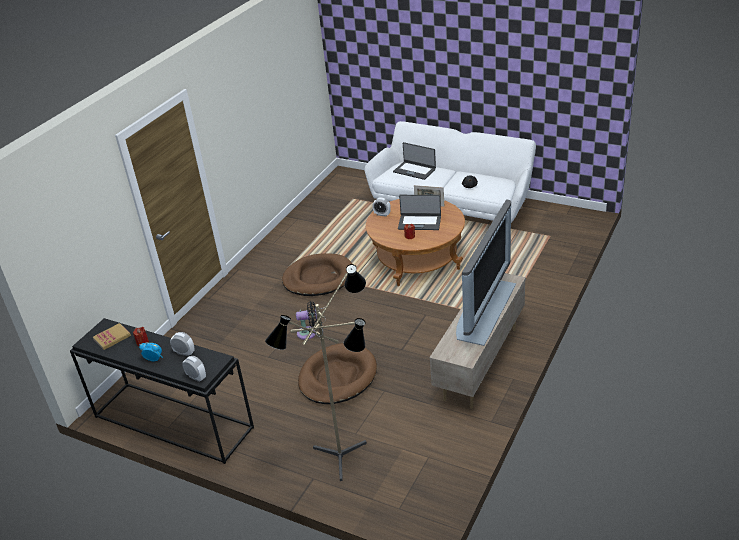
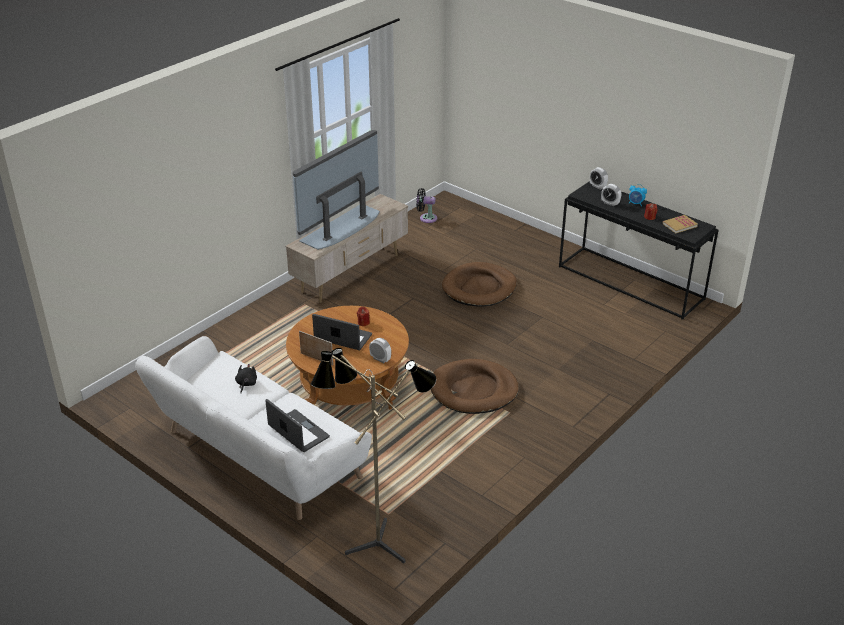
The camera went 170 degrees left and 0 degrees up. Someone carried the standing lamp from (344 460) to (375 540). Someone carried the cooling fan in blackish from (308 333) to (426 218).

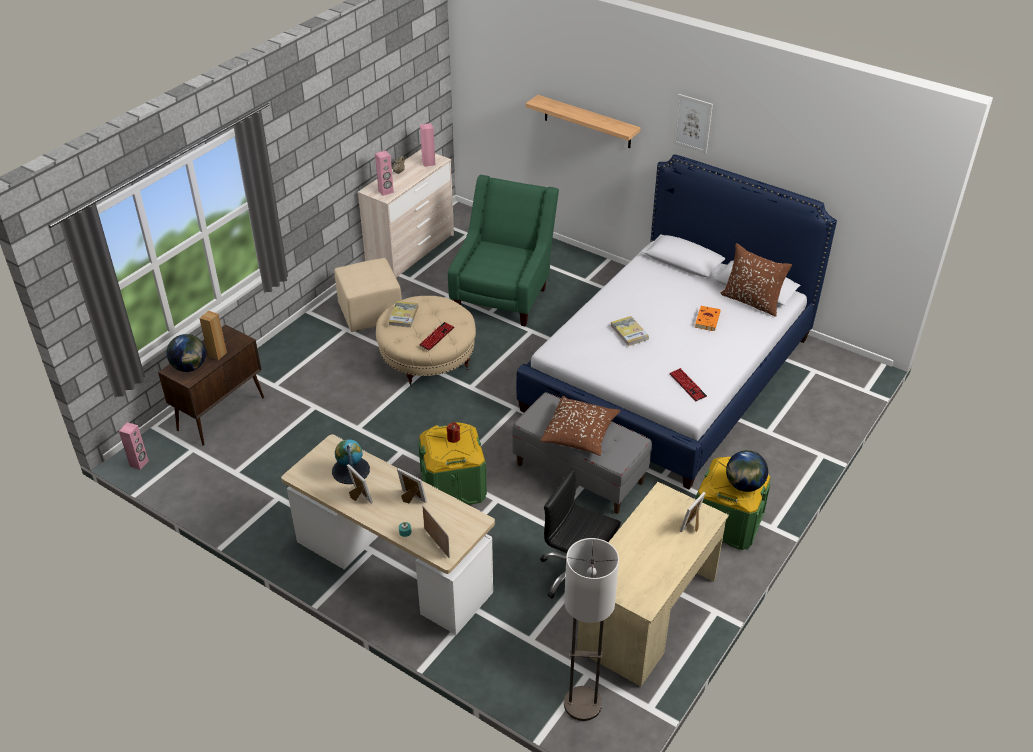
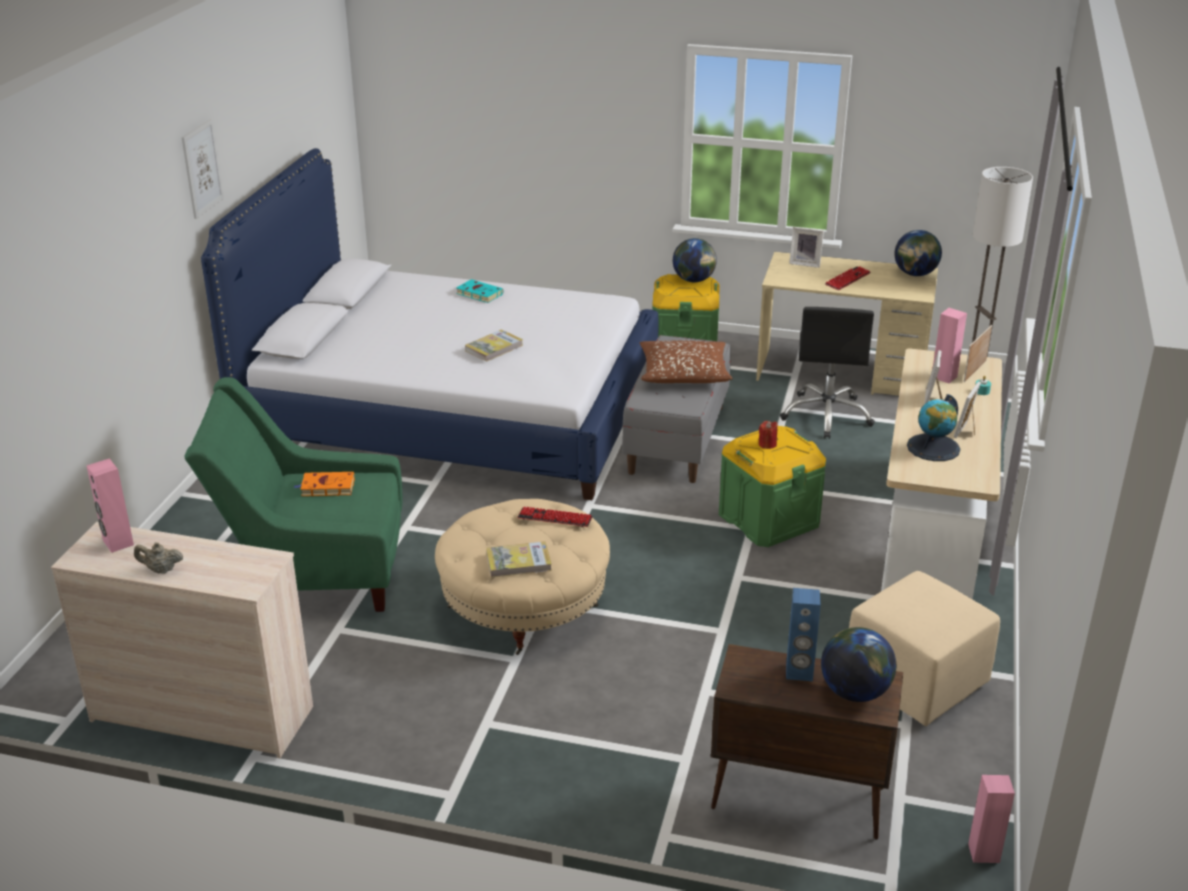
The camera went 110 degrees left and 10 degrees down. Someone repainted the audio speaker in brown at (217 354), which became the audio speaker in blue at (799 672). Someone carried the footrest in beige from (371 314) to (916 680). Someone carried the audio speaker in pink from (386 191) to (944 377). Someone took away the shelf at (587 122). Someone carried the PC keyboard from (687 385) to (847 279). Someone carried the book in orange from (707 319) to (326 487). Someone took away the cushion in brown at (751 301). Someone put down the book in turquoise at (478 294). Someone put down the globe at (915 274).

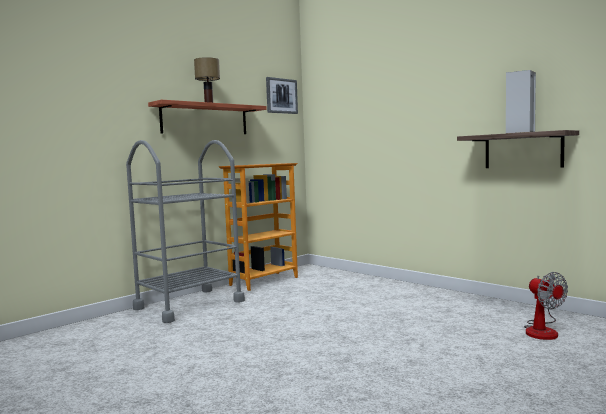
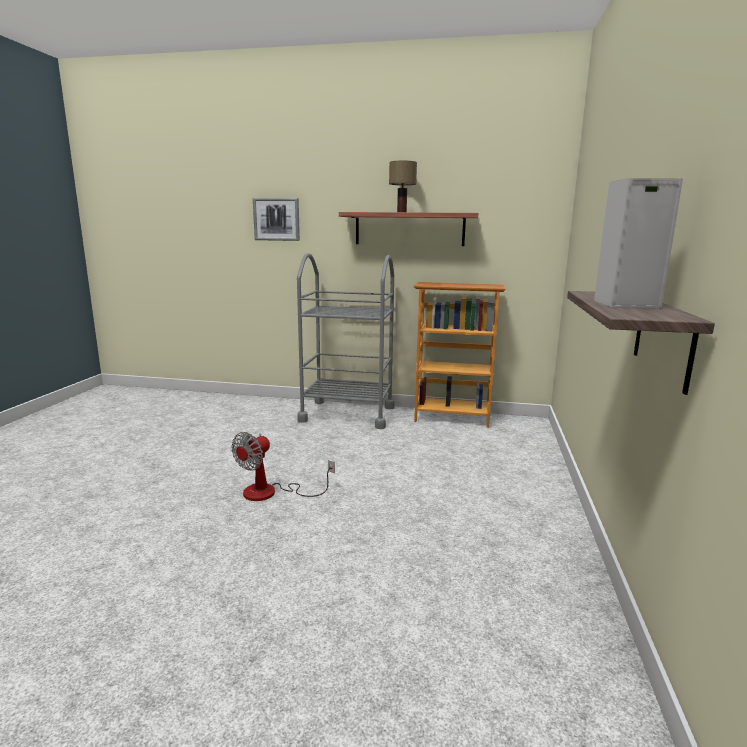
The camera went 55 degrees right and 10 degrees up. Someone carried the picture from (281 96) to (276 219). Someone carried the cooling fan from (542 330) to (271 493).

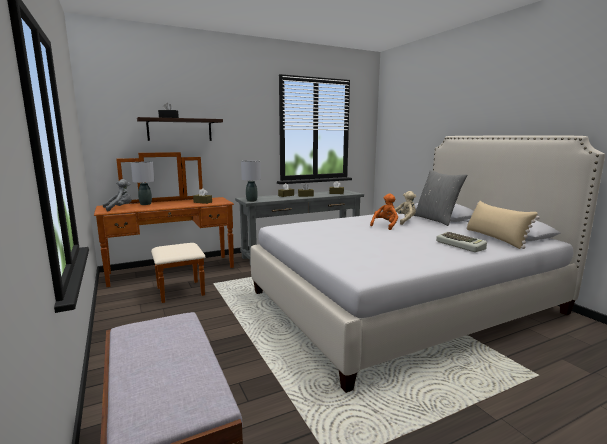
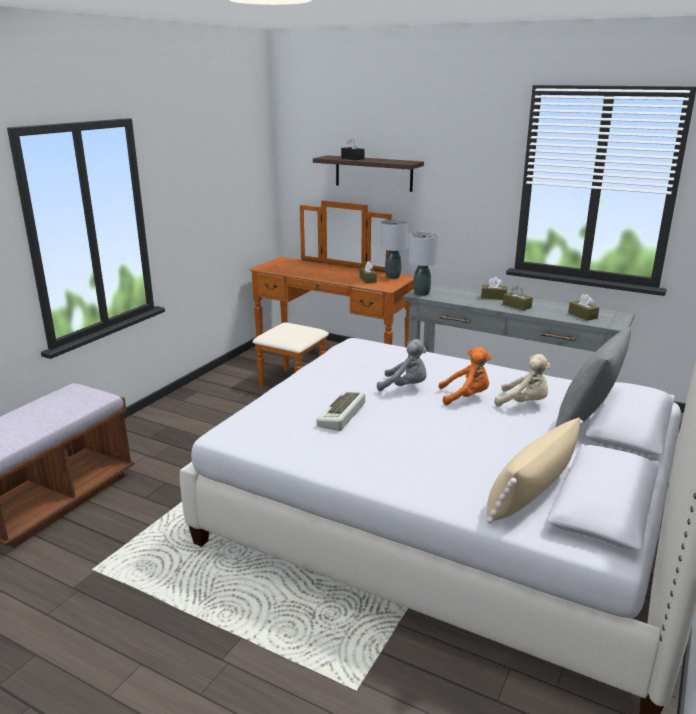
The camera went 55 degrees right and 10 degrees up. Someone carried the cuddly toy in gray from (120 208) to (405 387). Someone carried the tabletop lamp in gray from (145 204) to (392 277). Someone carried the PC keyboard from (461 245) to (343 415).

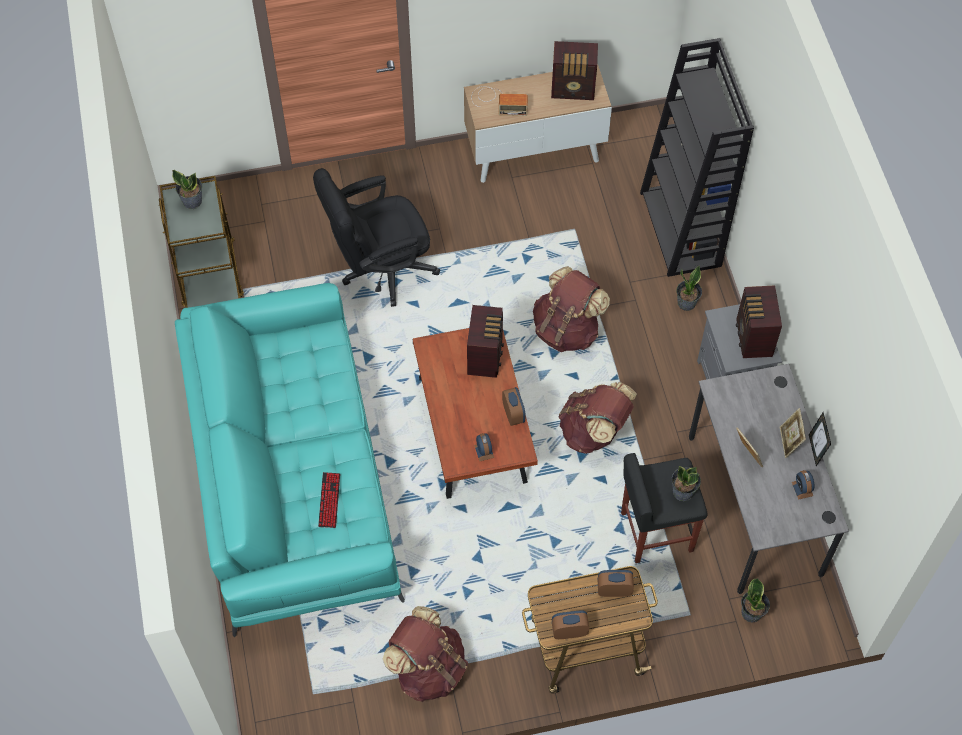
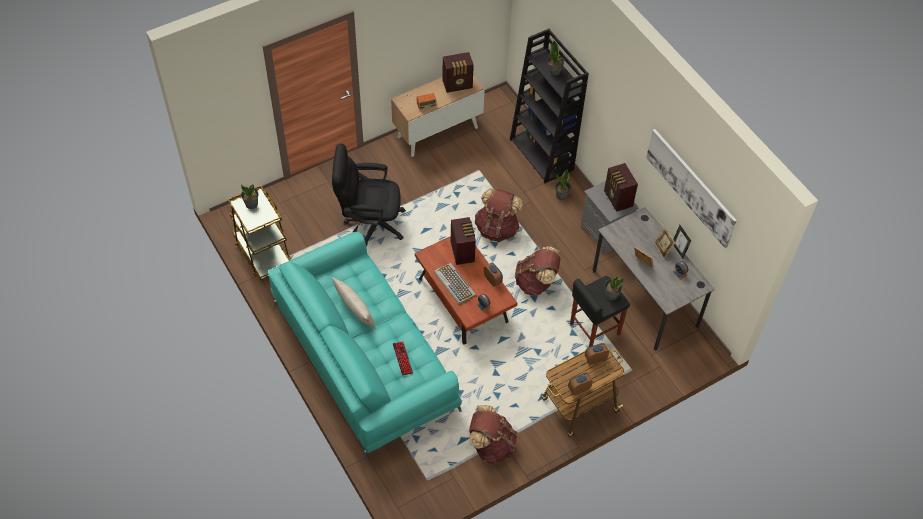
The camera went 20 degrees left and 5 degrees down. Someone rotated the office chair in blackish at (380 270) by 45 degrees clockwise. Someone carried the plant in a pot from (752 613) to (554 71). Someone put down the cushion in beige at (354 310). Someone put down the PC keyboard at (454 283). Someone put up the picture at (691 187).

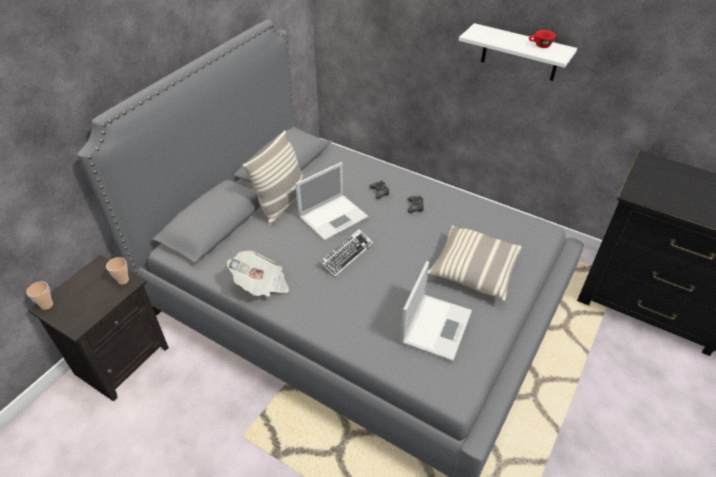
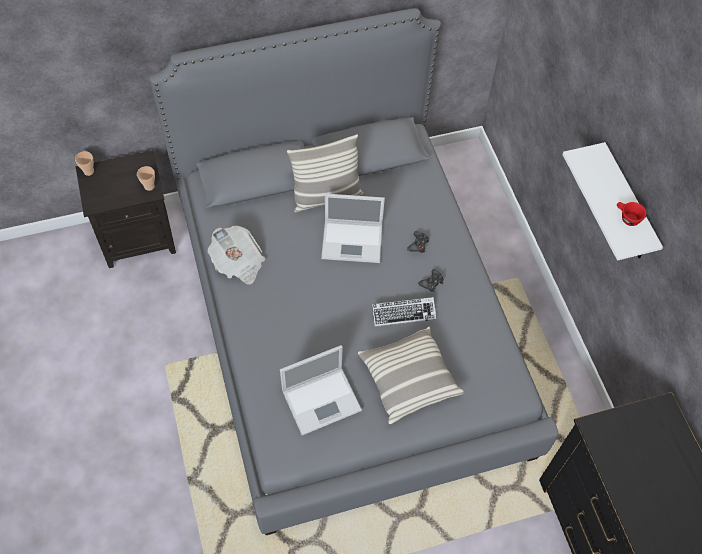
The camera went 40 degrees right and 15 degrees up. Someone carried the PC keyboard from (346 255) to (403 313).

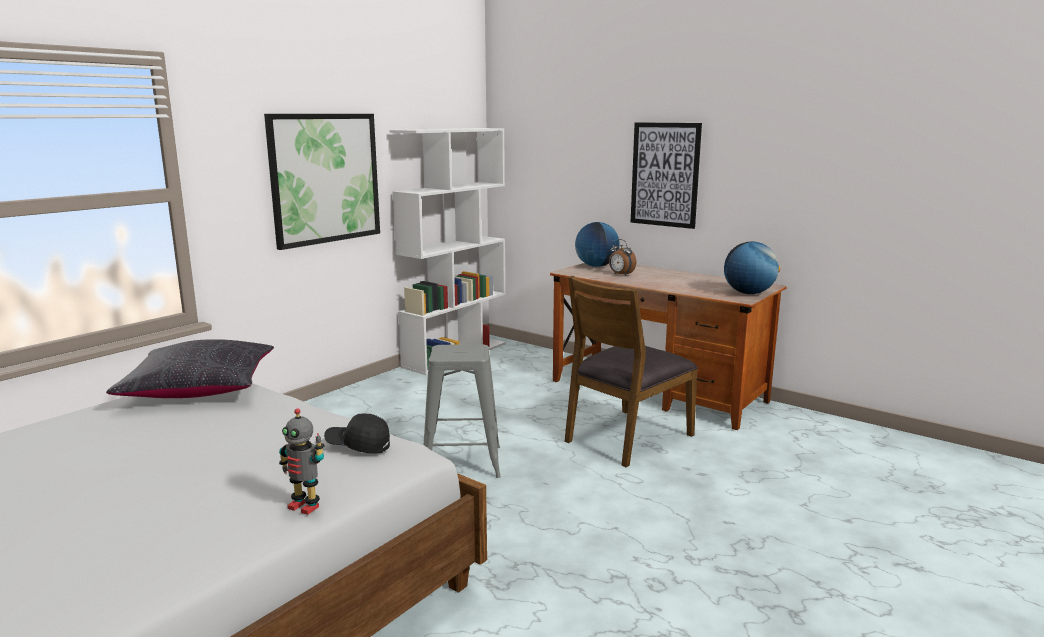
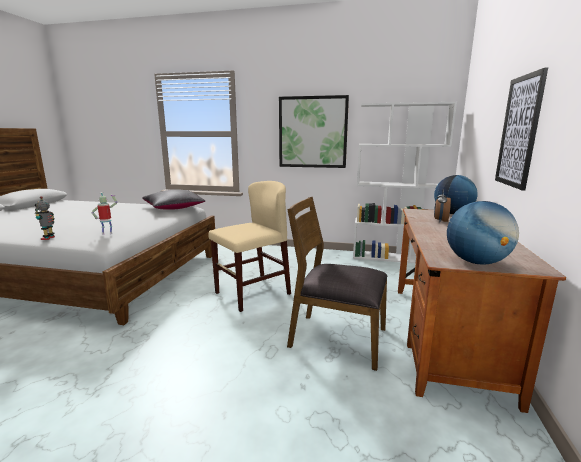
The camera went 65 degrees right and 0 degrees up. Someone swapped the peaked cap in blackish at (358 445) for the robot figure at (108 233). Someone swapped the stool seat in gray at (462 462) for the chair in beige at (252 293).

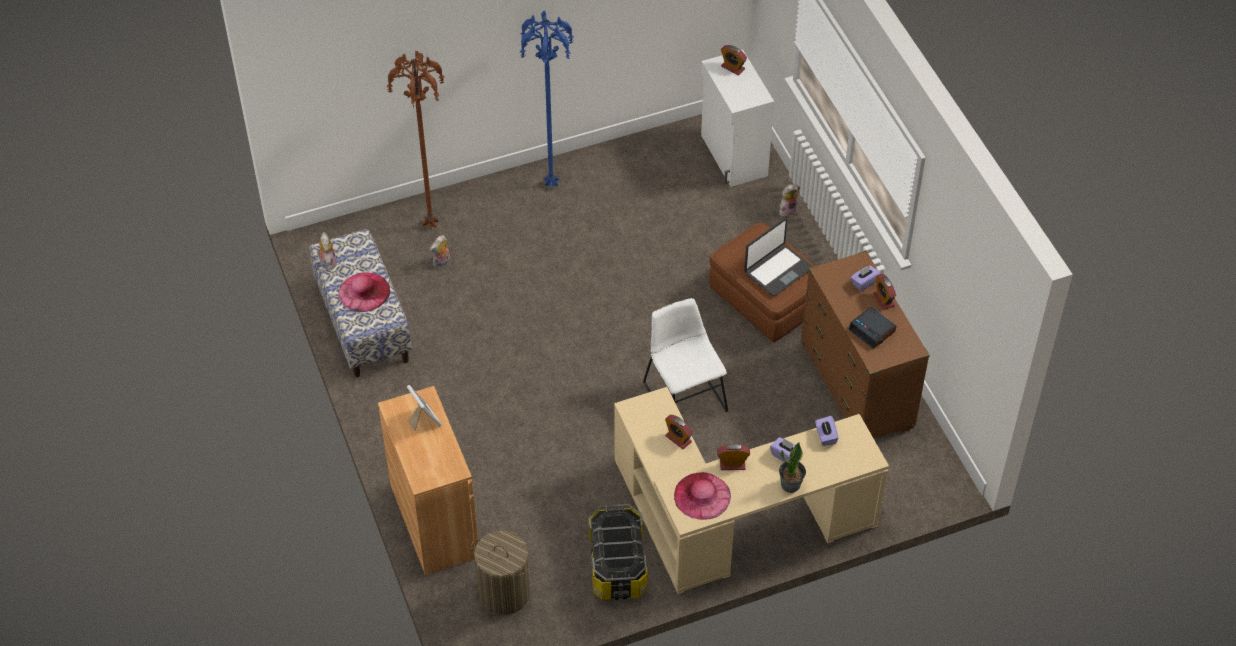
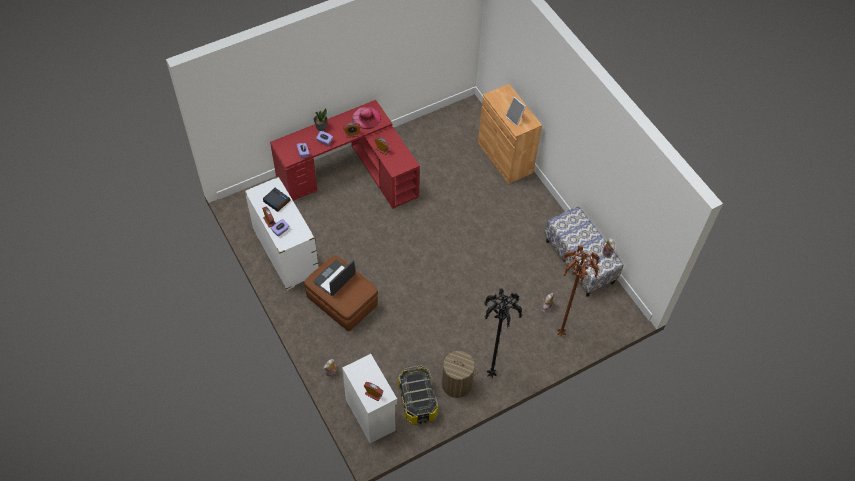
The camera went 170 degrees right and 5 degrees up. Someone took away the hat in pink at (364 292). Someone carried the hamper from (504 593) to (456 384). Someone repainted the standing lamp in blue at (551 186), which became the standing lamp in blackish at (491 373). Someone carried the storage container from (617 565) to (418 401). Someone repainted the desk in beige at (732 520), which became the desk in red-coloured at (352 173). Someone took away the chair in white at (683 394). Someone repainted the chest of drawers in brown at (857 386), which became the chest of drawers in white at (286 253).

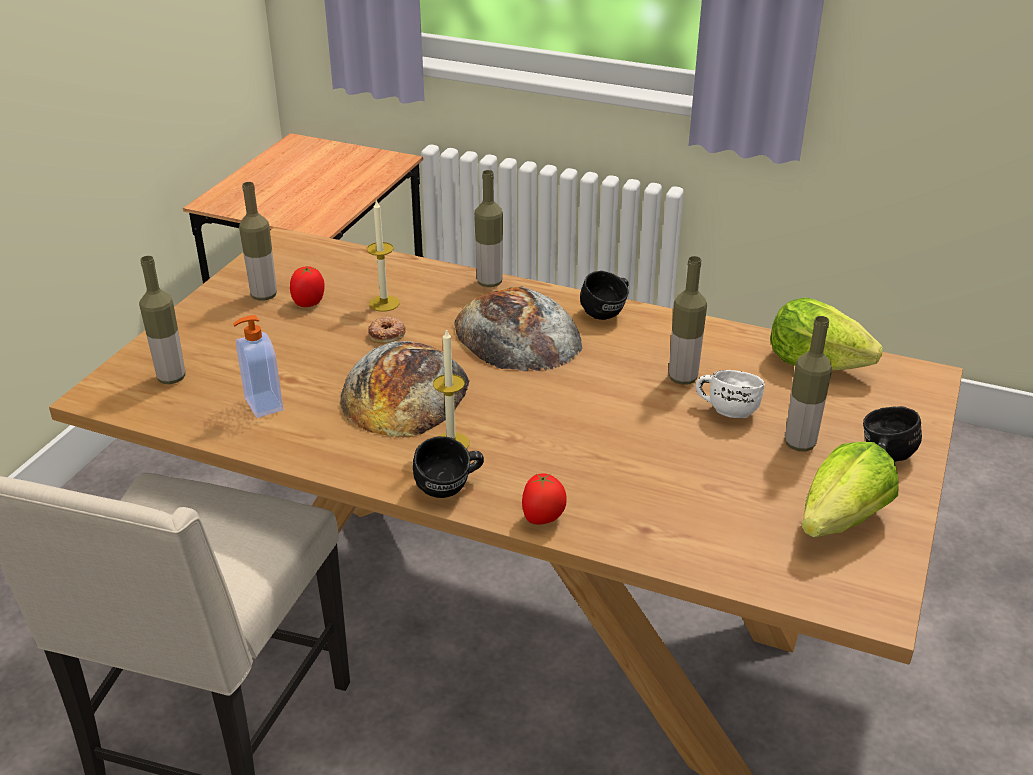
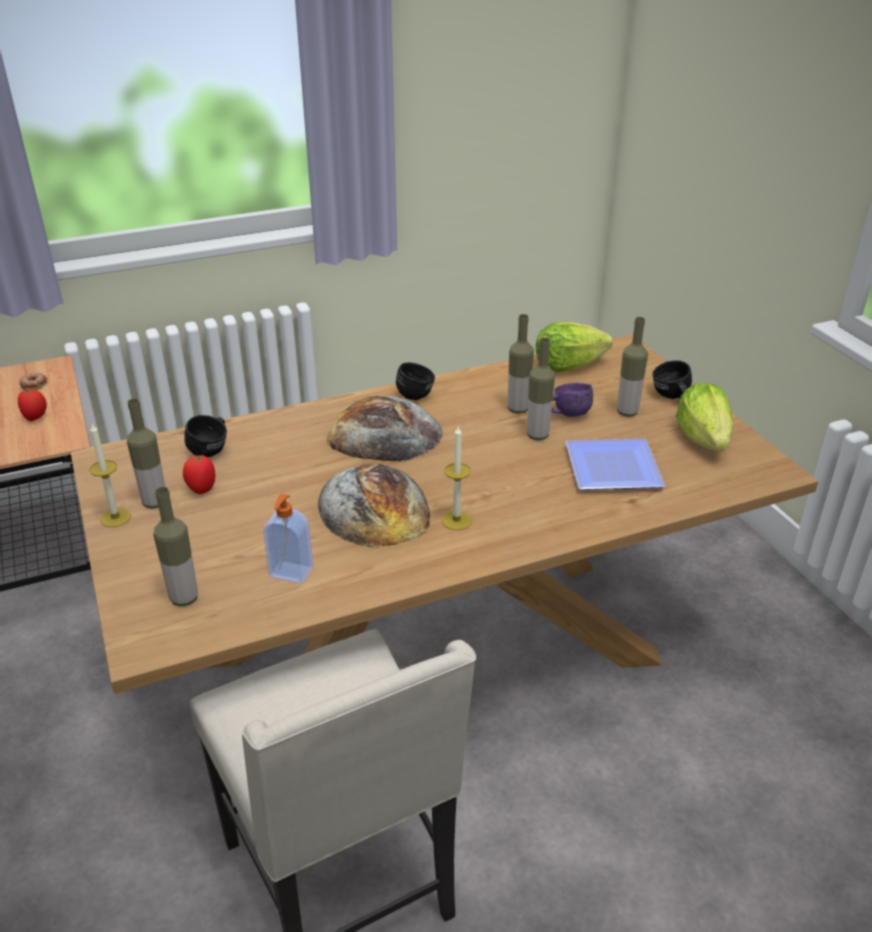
The camera went 45 degrees left and 0 degrees up. Someone carried the candle from (384 303) to (115 517). Someone carried the ring doughnut from (387 334) to (34 384). Someone carried the coffee mug in blackish from (450 489) to (212 450). Someone carried the beverage bottle from (489 282) to (537 435). Someone carried the tomato from (543 519) to (36 417). Someone repainted the coffee mug in white at (727 409), which became the coffee mug in purple at (566 413). Someone put down the dinner plate at (616 470).

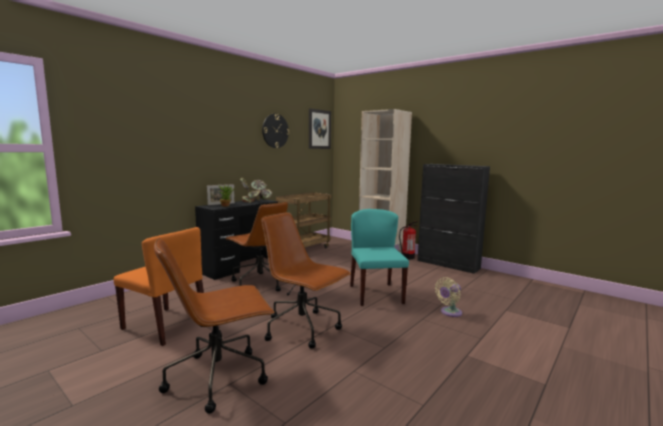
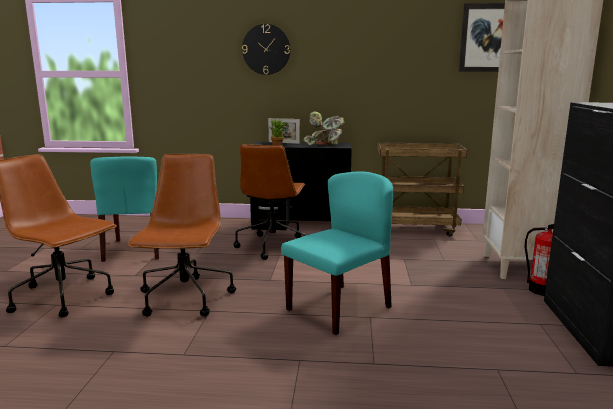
The camera went 55 degrees right and 5 degrees up. Someone repainted the chair in orange at (165 325), which became the chair in turquoise at (136 249). Someone carried the clock on the wall from (275 131) to (266 49). Someone took away the cooling fan in beige at (449 313).

